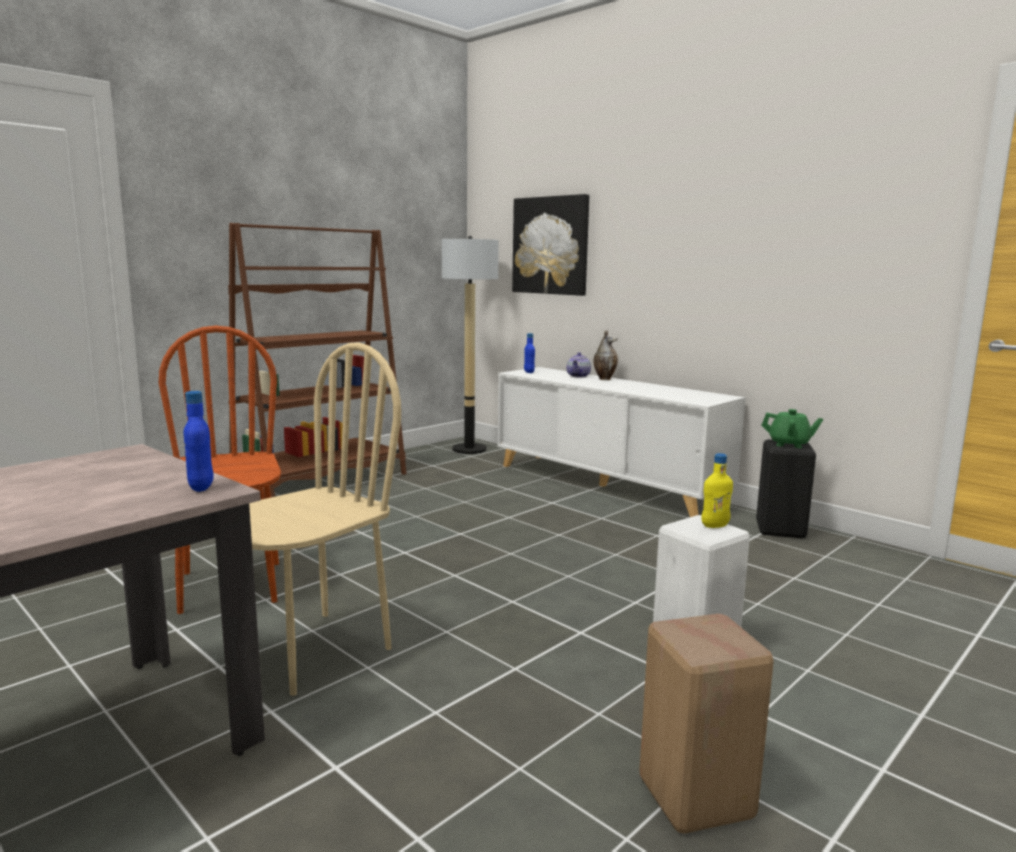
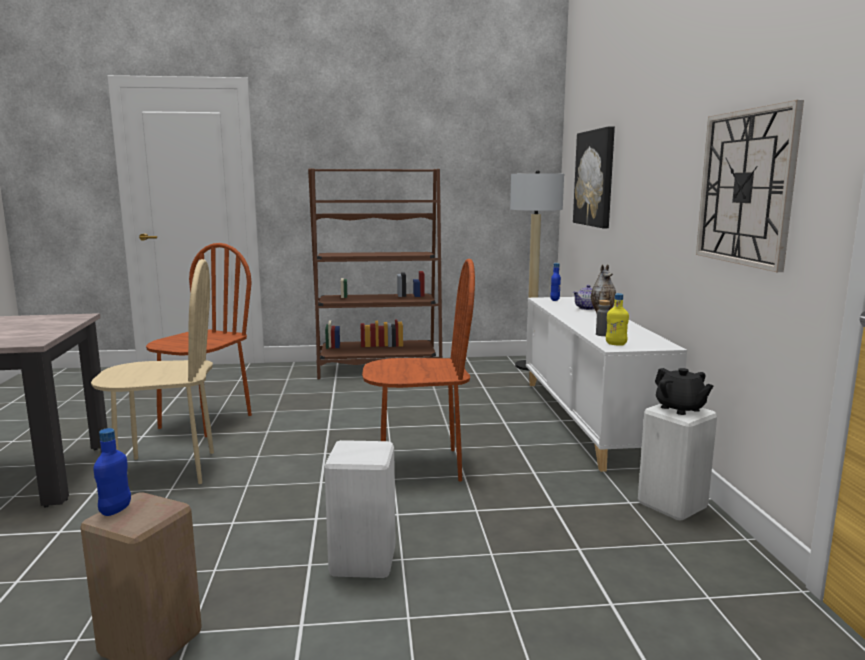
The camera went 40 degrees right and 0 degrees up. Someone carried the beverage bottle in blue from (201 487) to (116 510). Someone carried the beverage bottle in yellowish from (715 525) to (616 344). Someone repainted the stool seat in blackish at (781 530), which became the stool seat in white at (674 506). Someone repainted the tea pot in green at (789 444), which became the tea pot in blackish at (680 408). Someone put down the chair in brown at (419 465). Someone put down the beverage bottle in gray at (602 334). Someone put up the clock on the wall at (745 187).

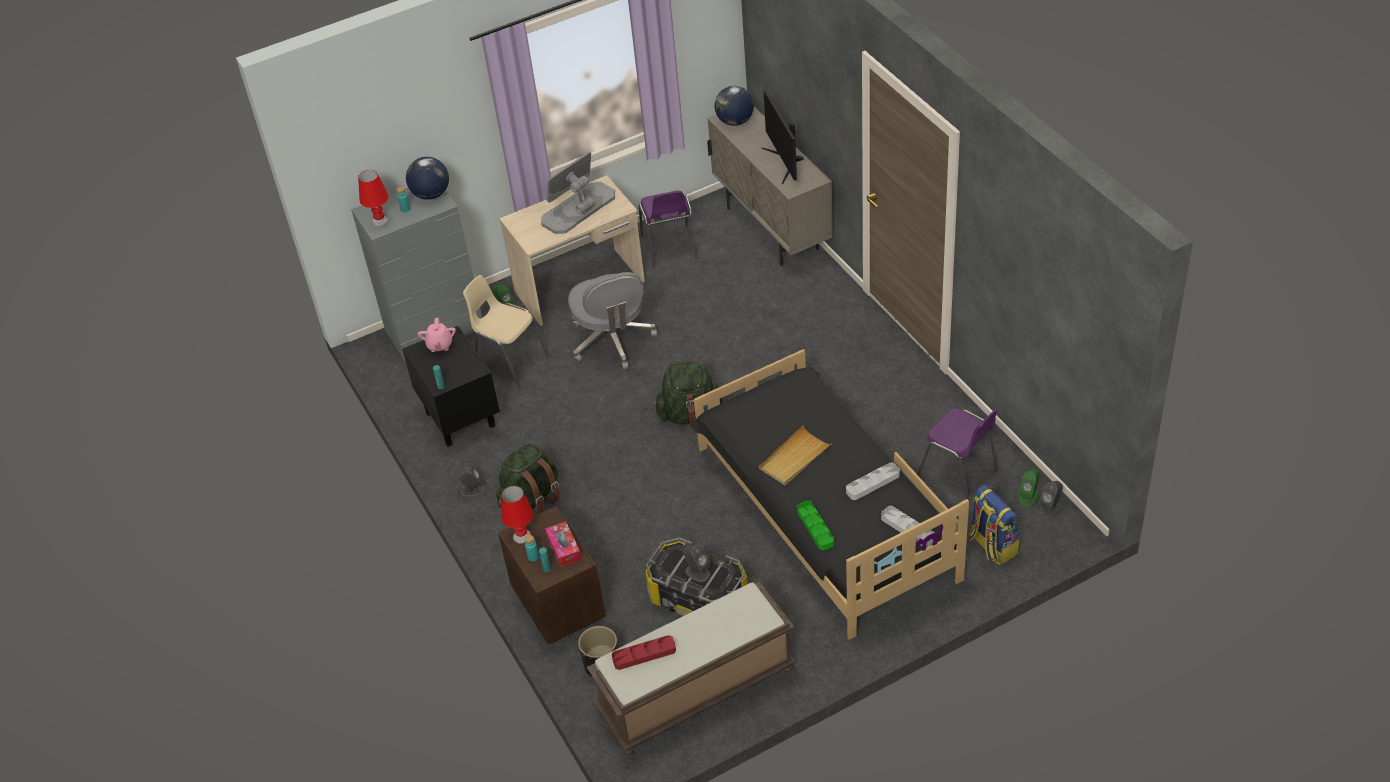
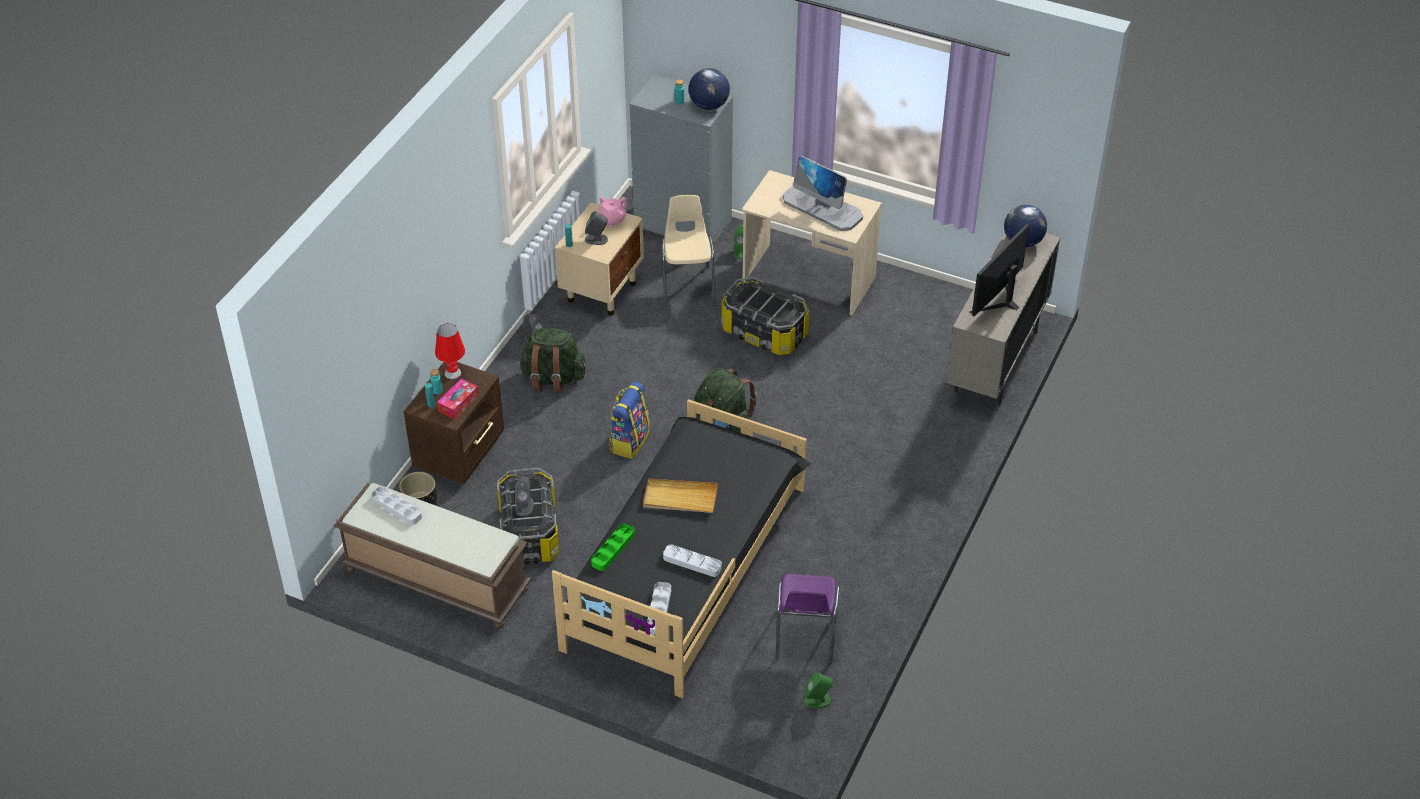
The camera went 50 degrees right and 0 degrees up. Someone took away the tabletop lamp in red-coloured at (380 220). Someone repainted the nightstand in blackish at (460 418), which became the nightstand in beige at (602 291). Someone rotated the computer display at (578 209) by 150 degrees counterclockwise. Someone swapped the office chair in gray at (612 341) for the storage container at (764 333). Someone repainted the carrying tray in red-coloured at (644 655), which became the carrying tray in gray at (397 508). Someone took away the chair in purple at (669 248). Someone carried the rucksack from (992 546) to (629 441). Someone carried the audio speaker in gray from (1050 508) to (596 239).

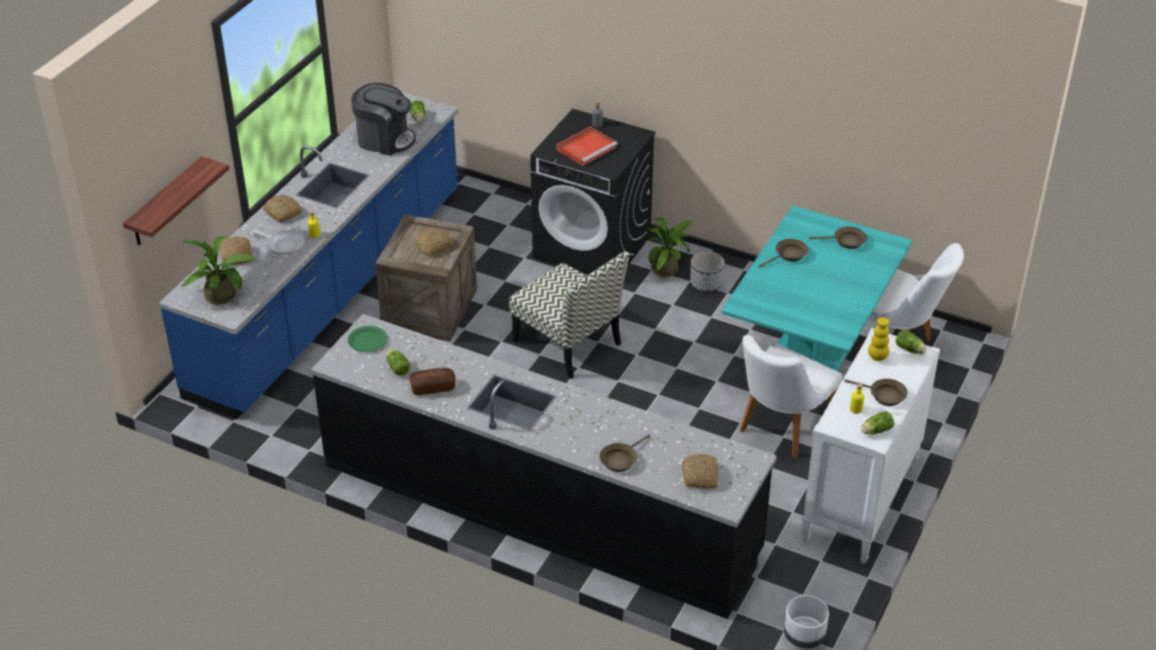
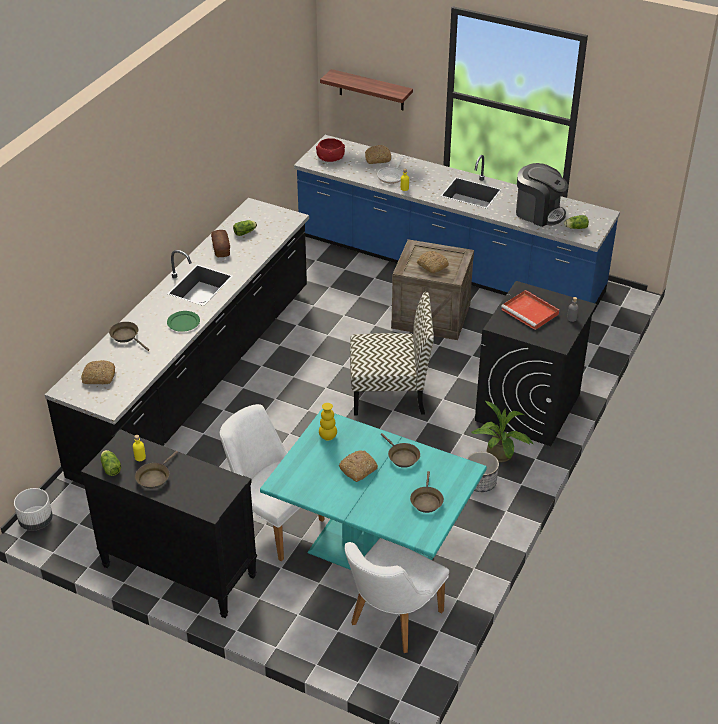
The camera went 90 degrees right and 0 degrees up. Someone swapped the plant in a pot at (224 296) for the serving bowl in red-coloured at (330 158). Someone carried the baked bread from (282 212) to (358 469). Someone carried the dinner plate in green from (368 341) to (183 323). Someone rotated the coffee brewer at (384 140) by 75 degrees counterclockwise. Someone rotated the chair at (568 343) by 135 degrees counterclockwise. Someone repainted the chest of drawers in white at (861 501), which became the chest of drawers in blackish at (178 571). Someone carried the flower vase in yellowish from (877 357) to (328 437). Someone took away the head of lettuce at (910 350).

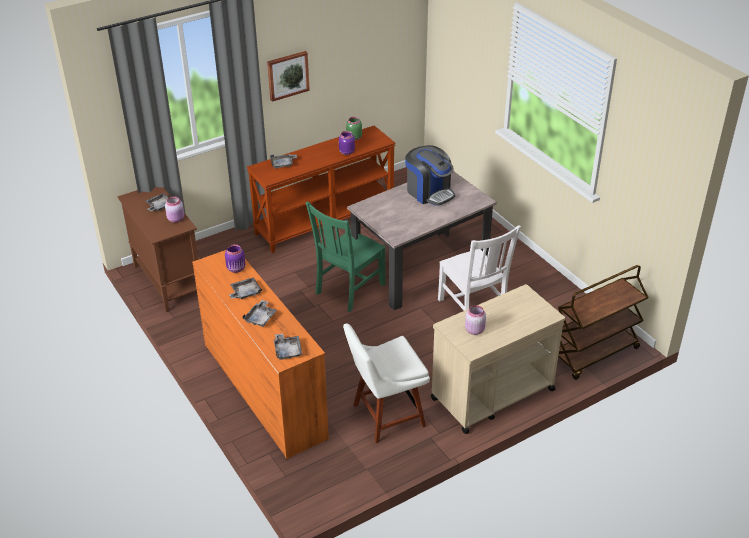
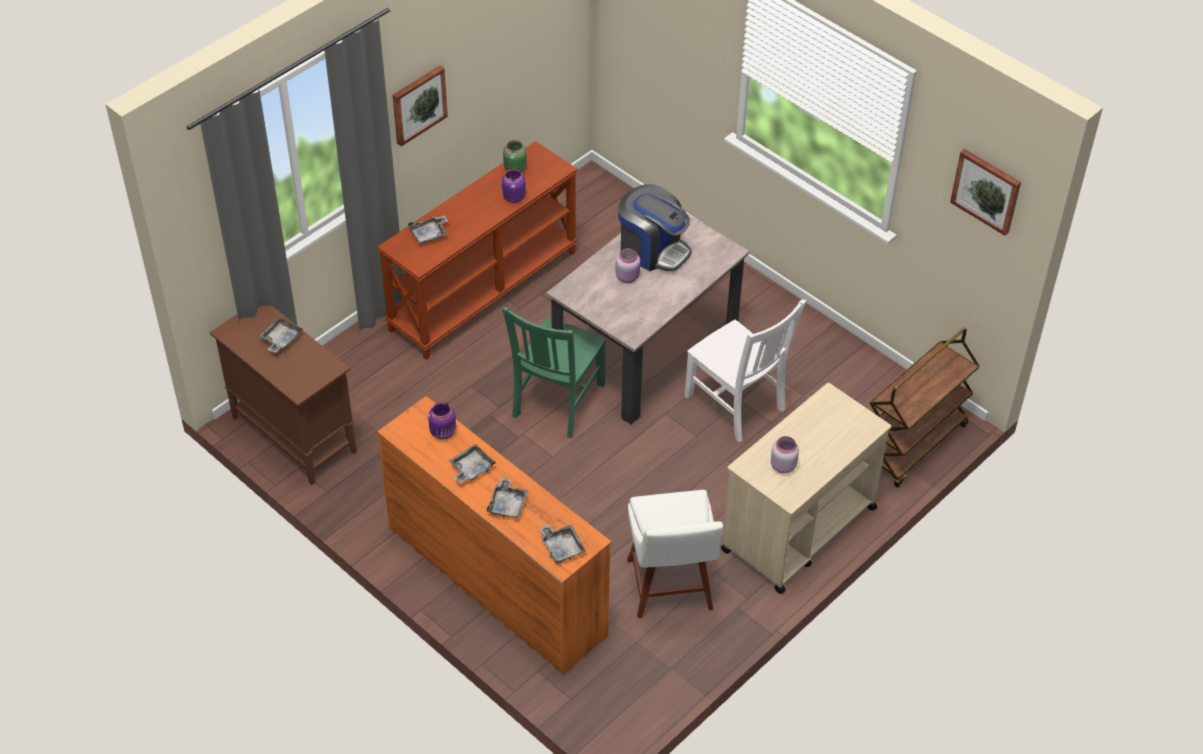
The camera went 15 degrees left and 10 degrees up. Someone carried the preserve jar in pink from (176 219) to (628 277). Someone rotated the chair in white at (385 416) by 60 degrees counterclockwise. Someone put up the picture at (986 190).

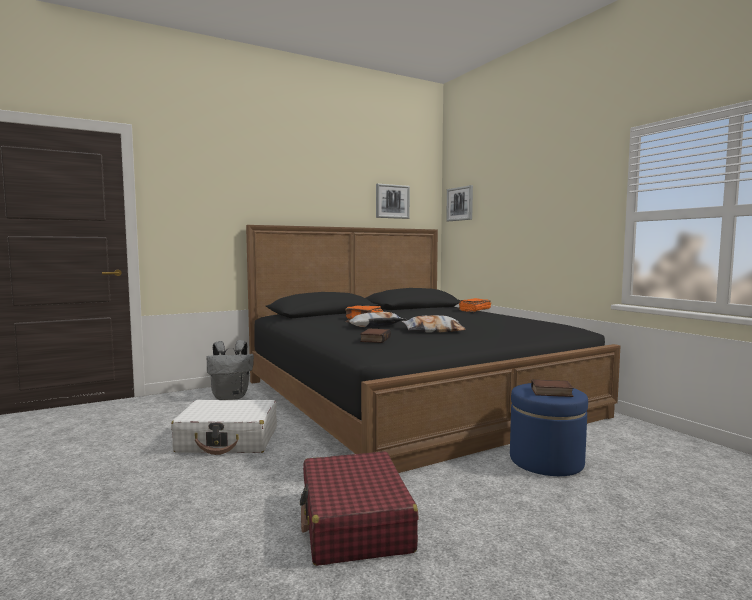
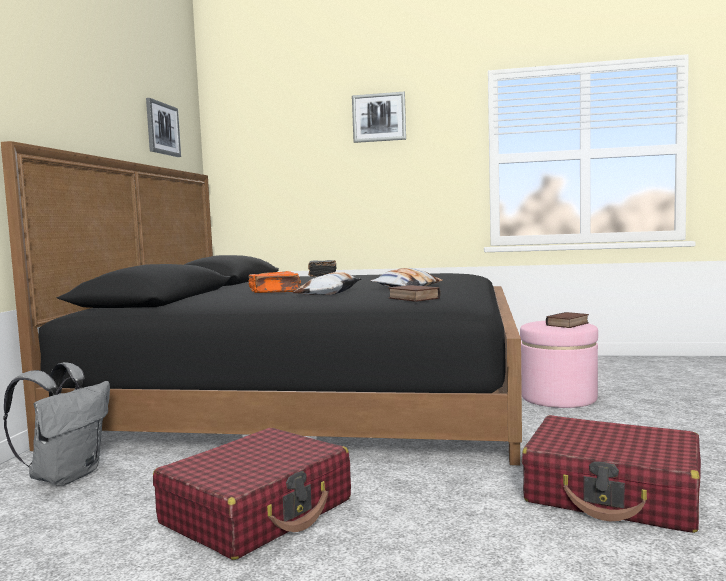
The camera went 50 degrees left and 0 degrees up. Someone repainted the travel case in white at (228 440), which became the travel case in red-coloured at (258 512). Someone carried the picture from (460 204) to (379 117). Someone repainted the book in orange at (474 310), which became the book in blackish at (322 275). Someone repainted the footrest in blue at (546 461), which became the footrest in pink at (558 398).

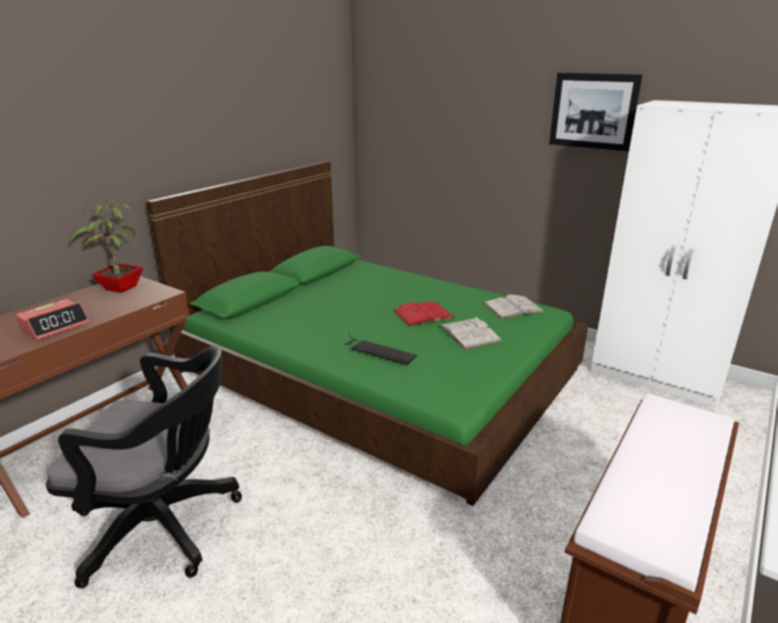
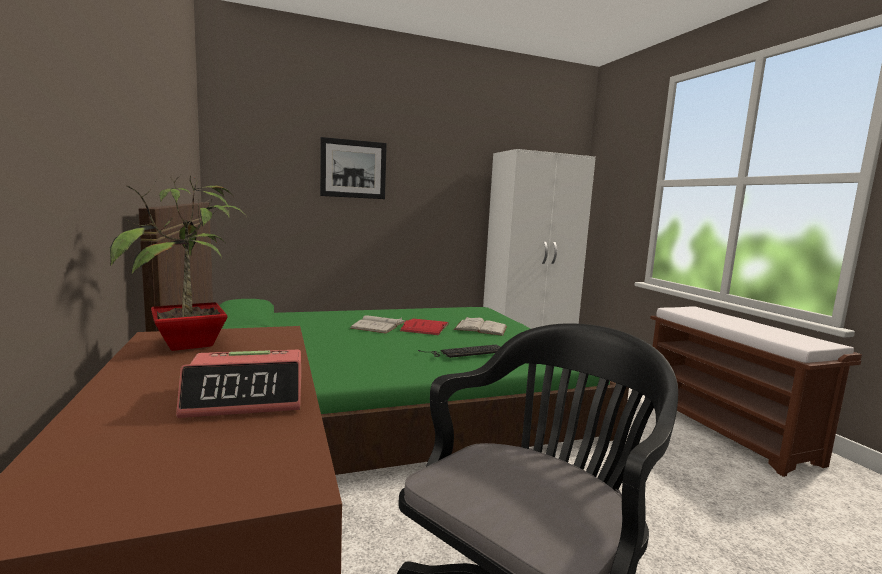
The camera went 55 degrees left and 15 degrees down. Someone rotated the bedside clock at (55 326) by 90 degrees clockwise. Someone carried the book in white from (513 308) to (379 325). Someone carried the picture from (593 111) to (353 169).

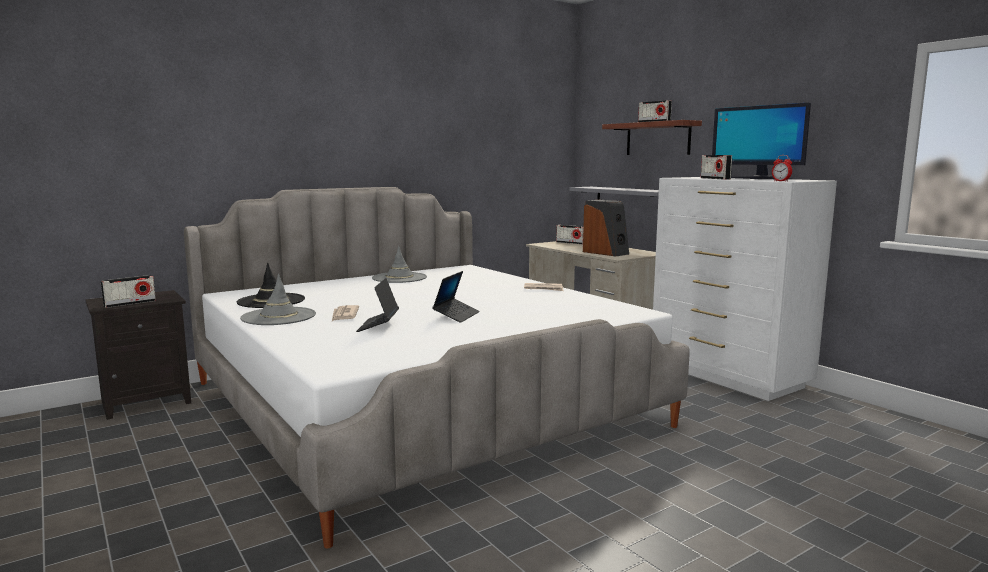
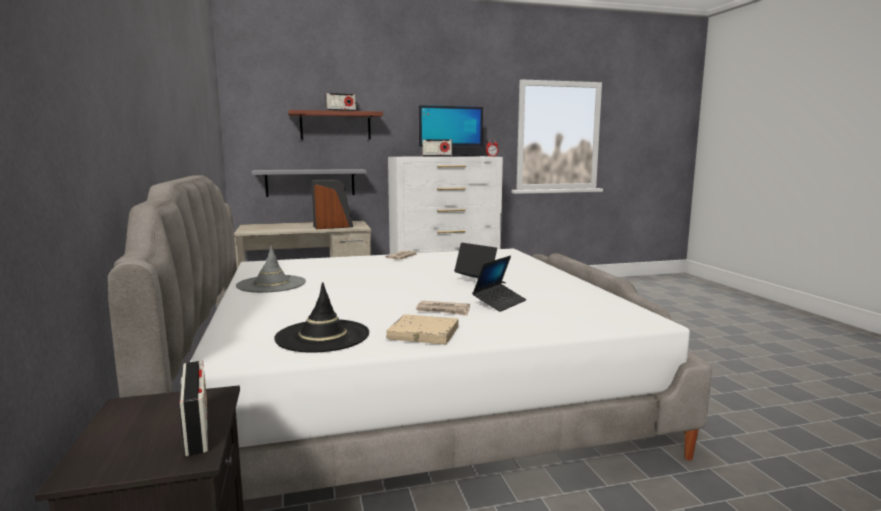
The camera went 70 degrees left and 0 degrees up. Someone swapped the hat in gray at (278 317) for the book in beige at (423 334). Someone rotated the notebook computer at (378 325) by 75 degrees counterclockwise. Someone took away the radio set at (570 243).

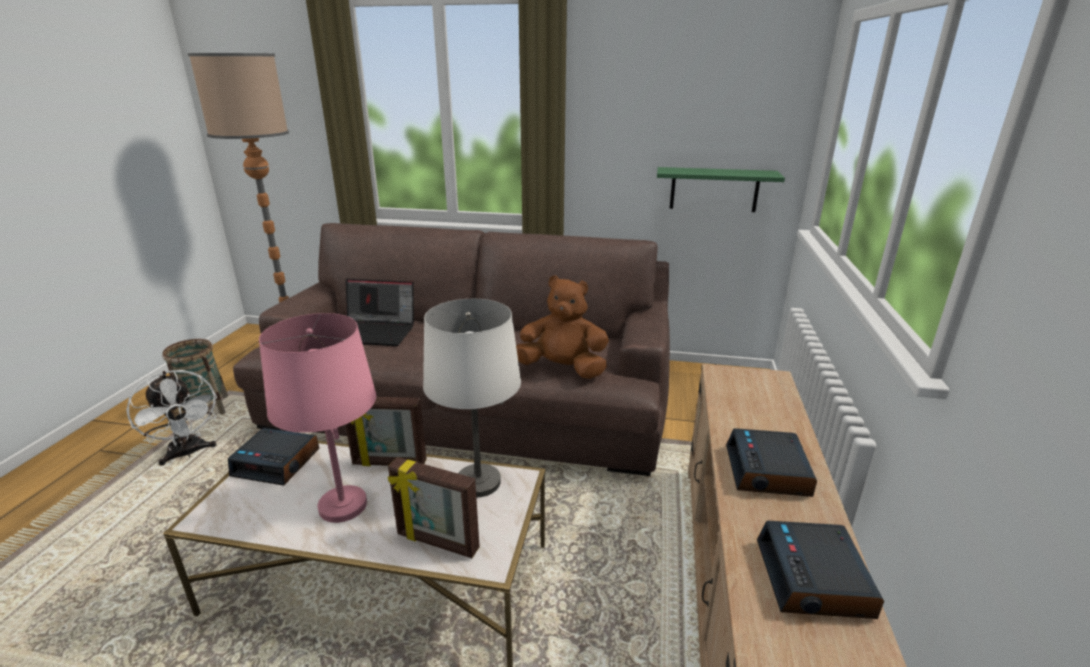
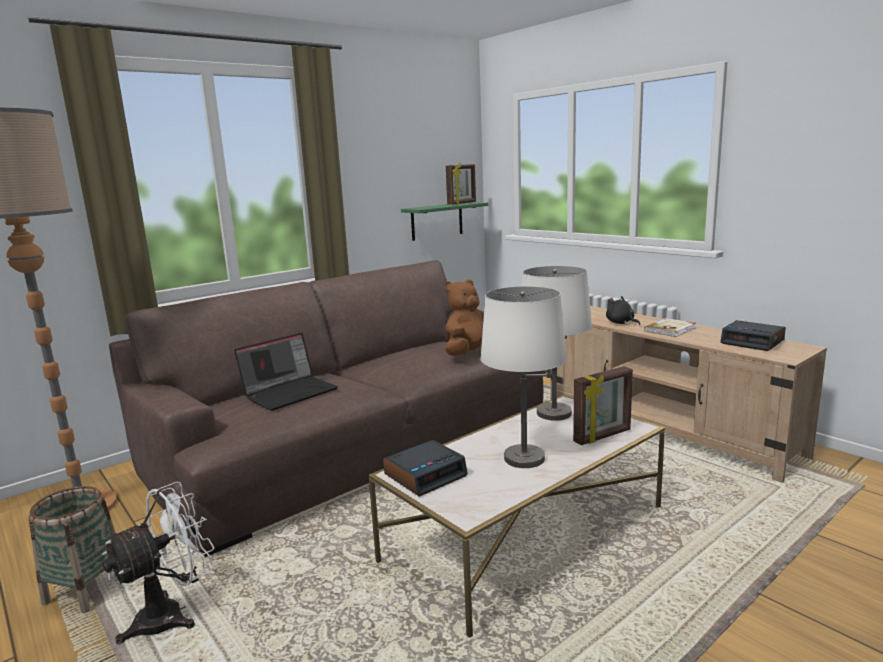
The camera went 50 degrees left and 10 degrees down. Someone rotated the cooling fan in white at (188 453) by 45 degrees counterclockwise. Someone repainted the tabletop lamp in pink at (342 506), which became the tabletop lamp in white at (524 459). Someone carried the photo frame from (389 463) to (462 203). Someone swapped the bedside clock at (768 472) for the book at (670 329). Someone put down the cuddly toy in blackish at (621 323).

